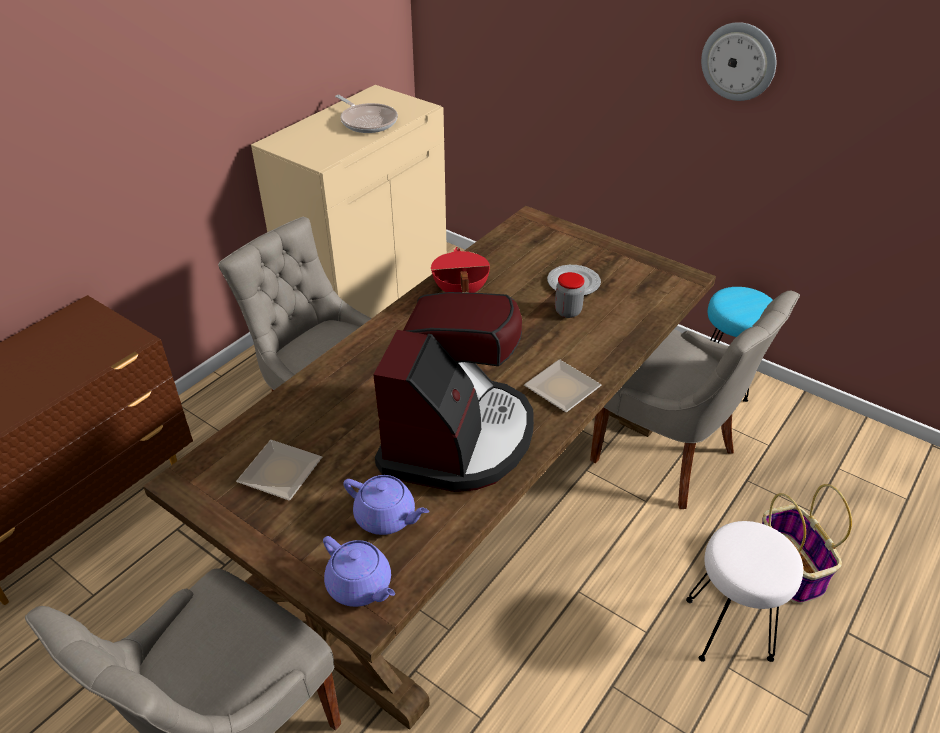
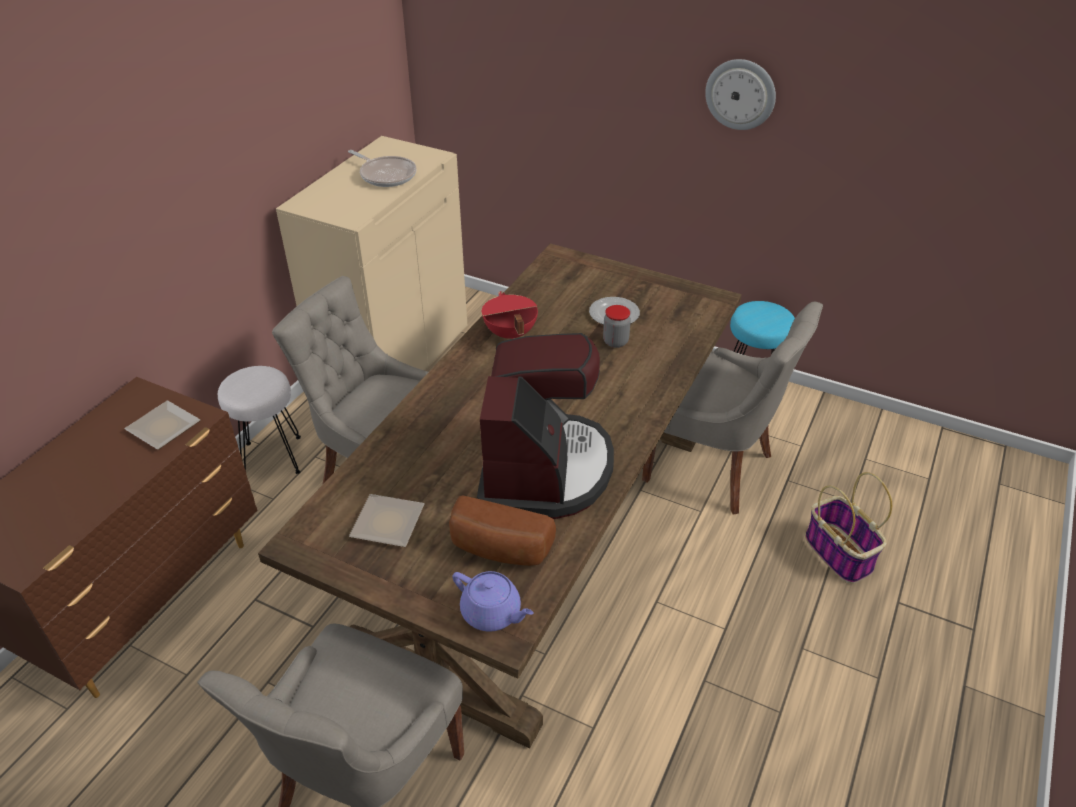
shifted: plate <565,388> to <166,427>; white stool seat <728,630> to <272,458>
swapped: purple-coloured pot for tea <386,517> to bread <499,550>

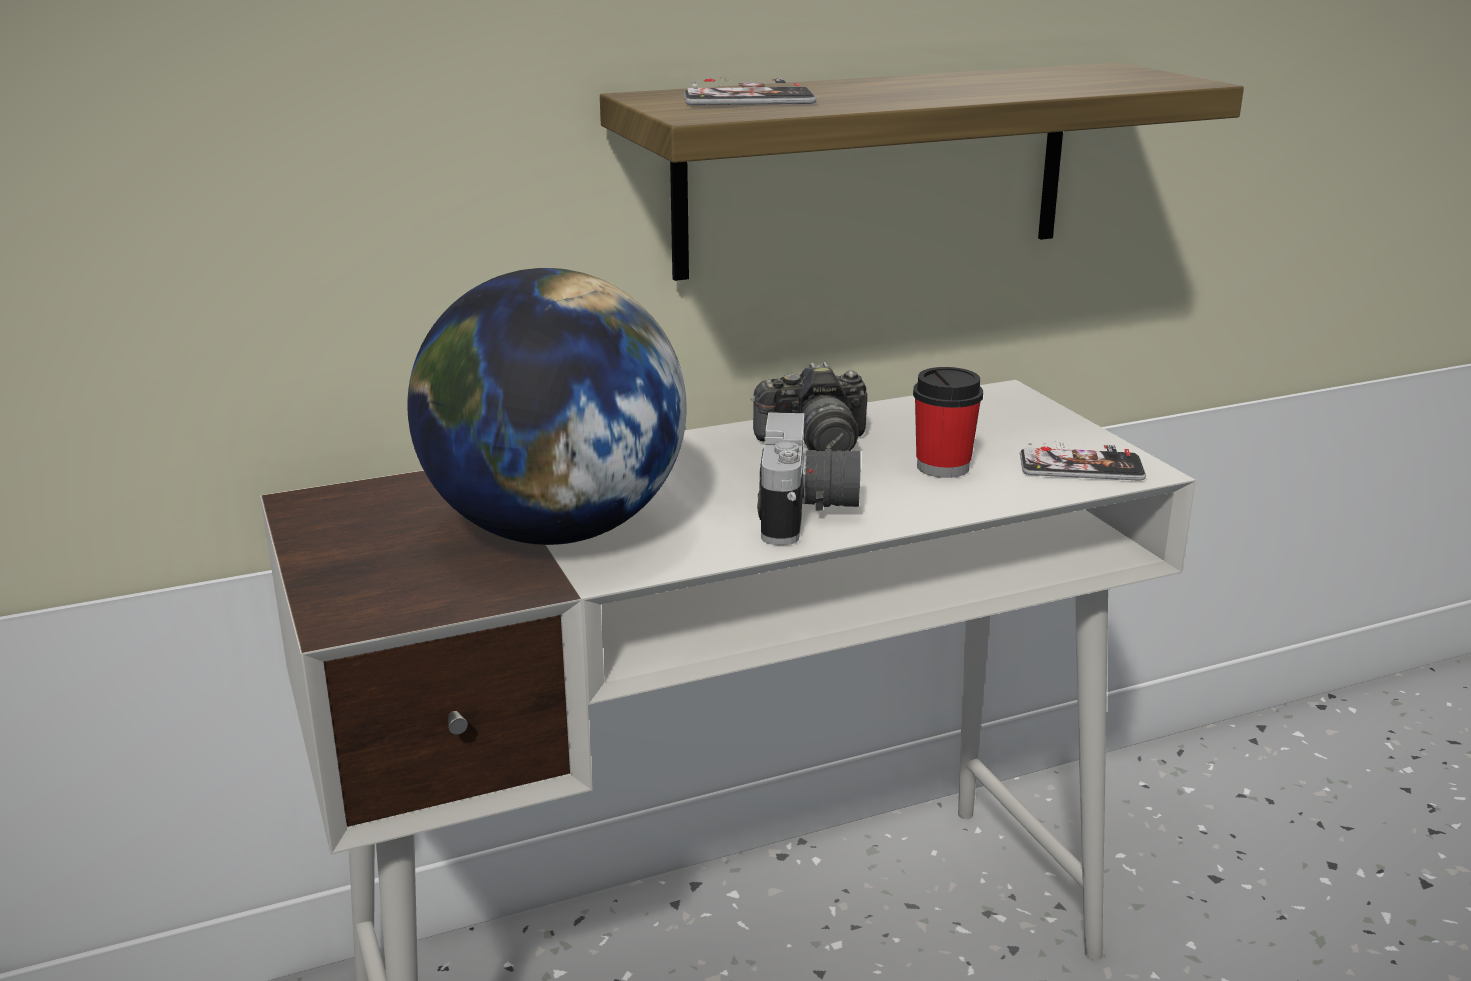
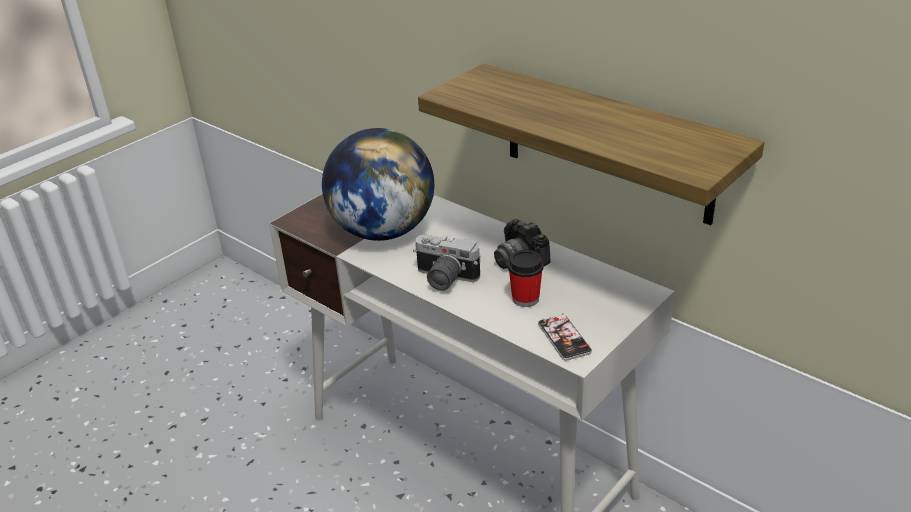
gone: handset <749,100>
rotated: still camera <808,514> = <443,279> 45 degrees clockwise

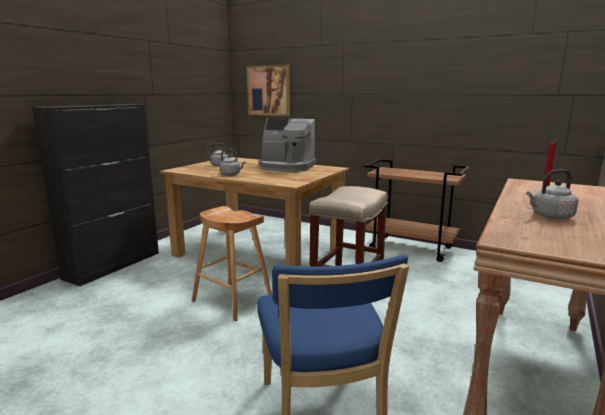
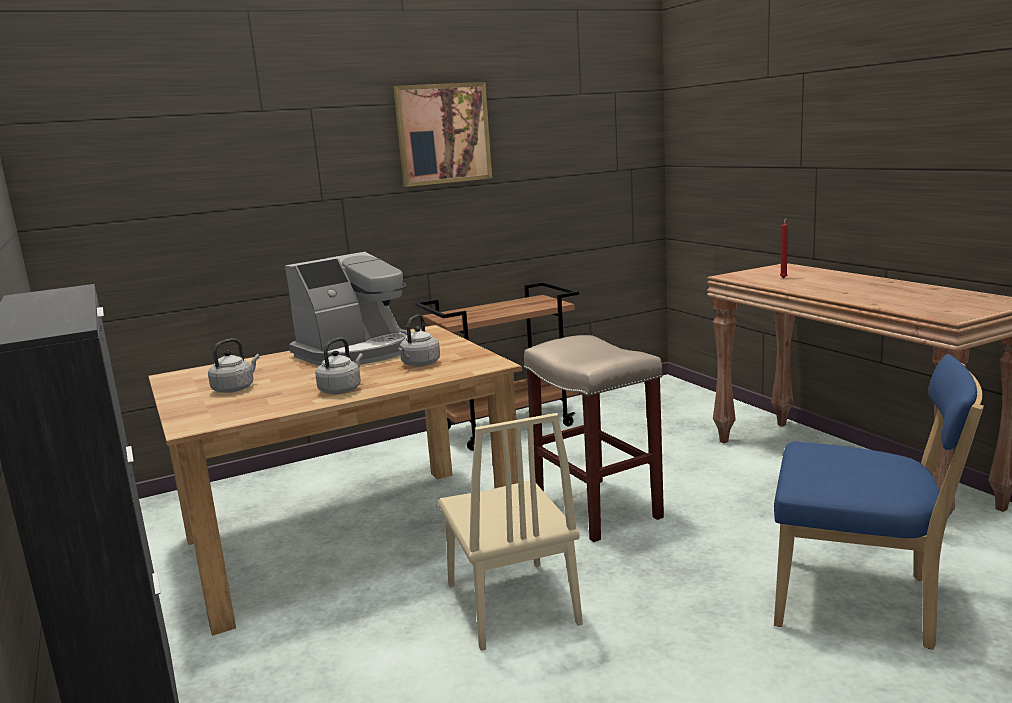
shifted: wall art <269,90> to <443,134>; greyish water kettle <550,216> to <419,364>
swapped: brown stool seat <233,301> to beige-coloured plain chair <511,603>

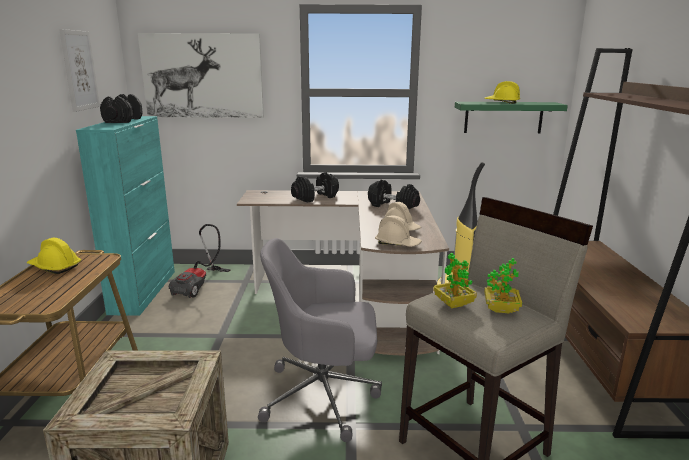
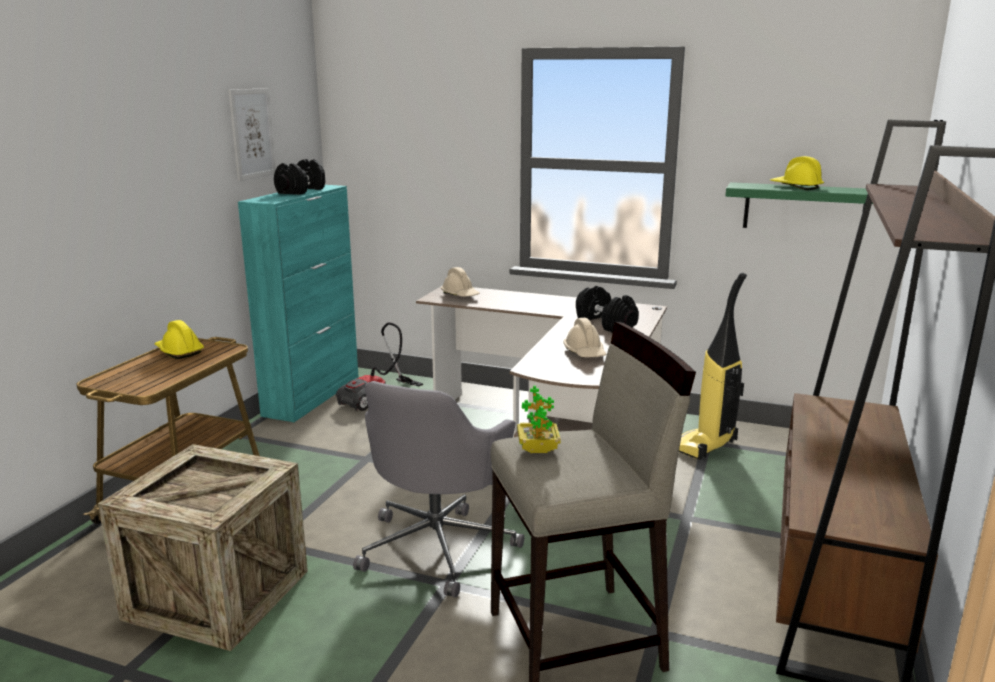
gone: wall art <203,76>; black dumbbell <315,197>; plant in a pot <501,309>
shifted: beige-coloured safety helmet <397,244> to <460,295>
rotated: greyish desk chair <324,396> = <438,546> 90 degrees counterclockwise

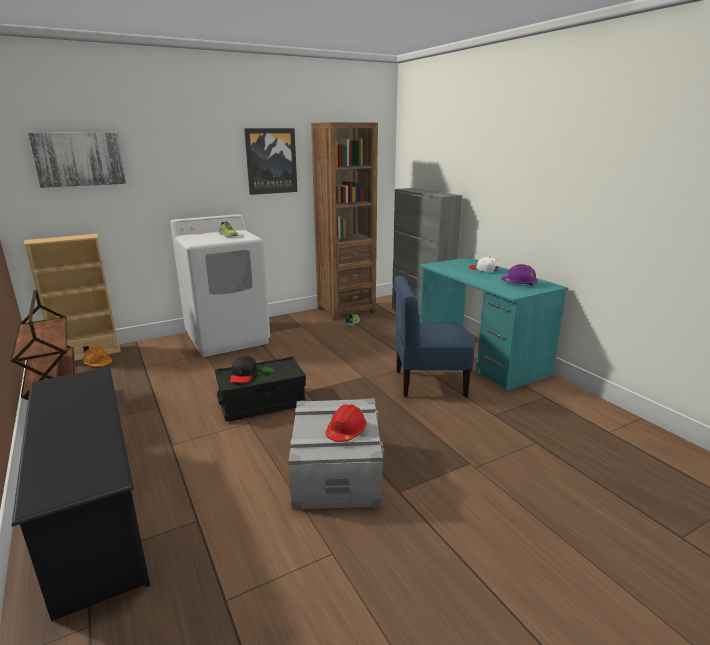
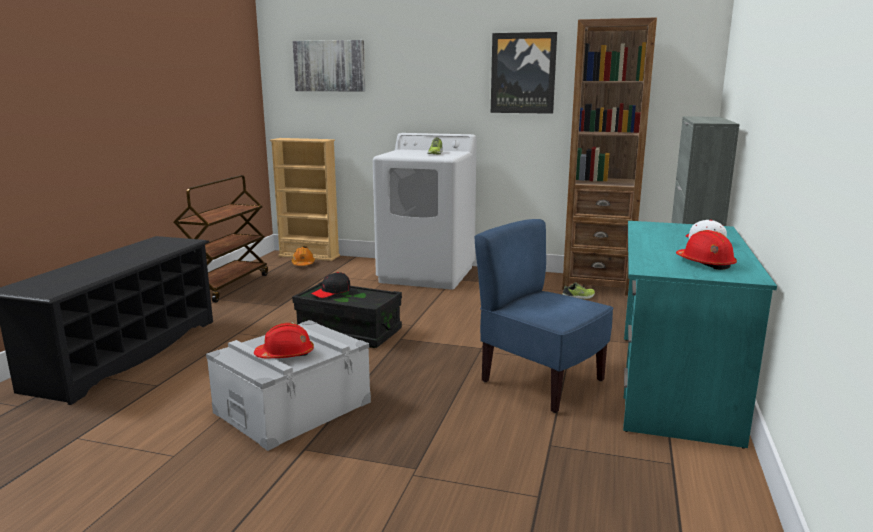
repainted: purple-coloured safety helmet <519,283> to red safety helmet <705,263>

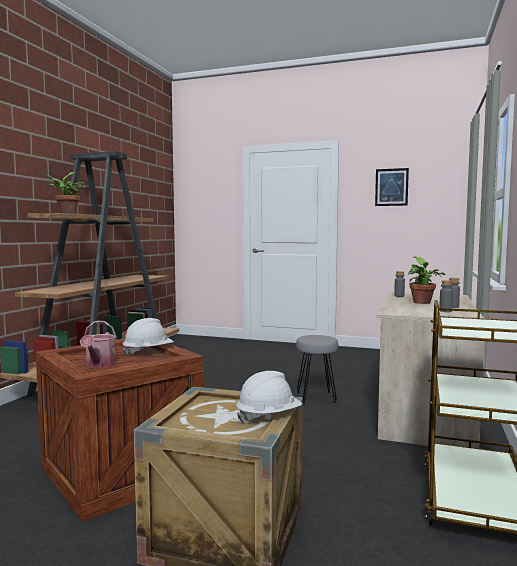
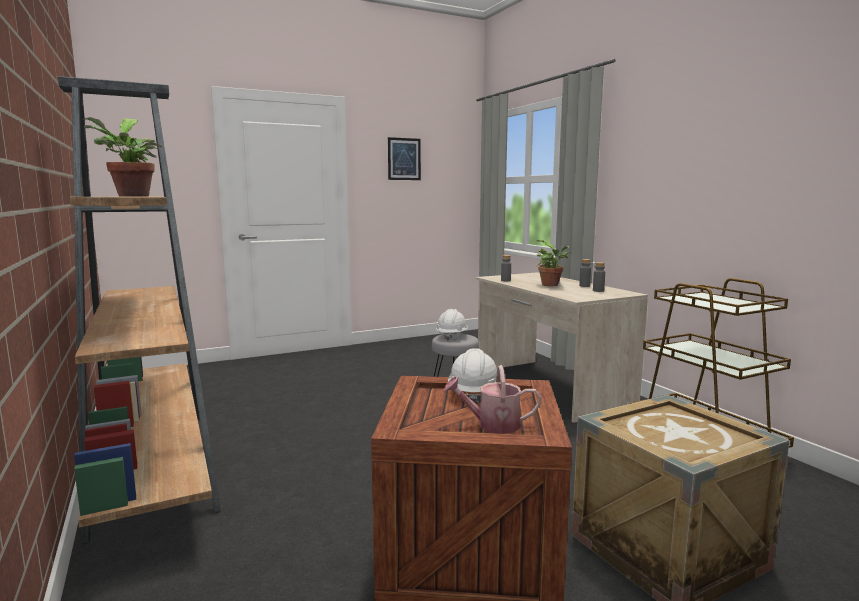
shifted: white safety helmet <268,416> to <451,336>
rotated: watering can <99,364> = <492,425> 135 degrees clockwise

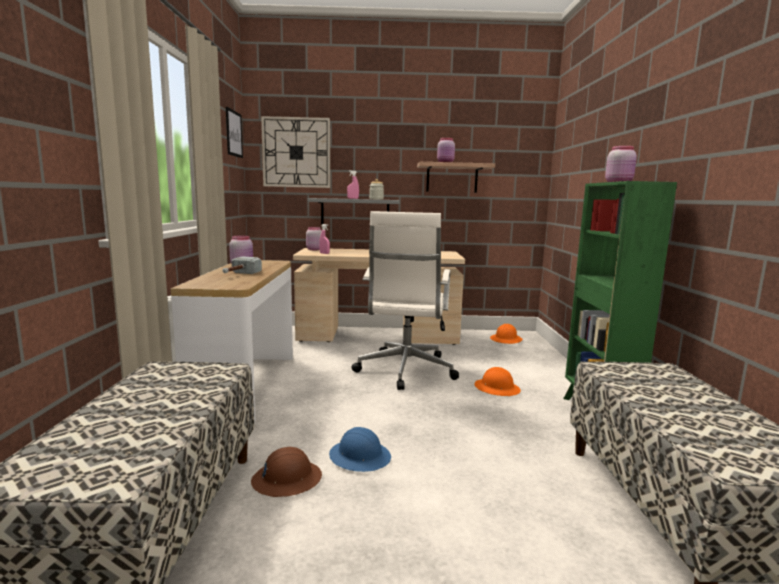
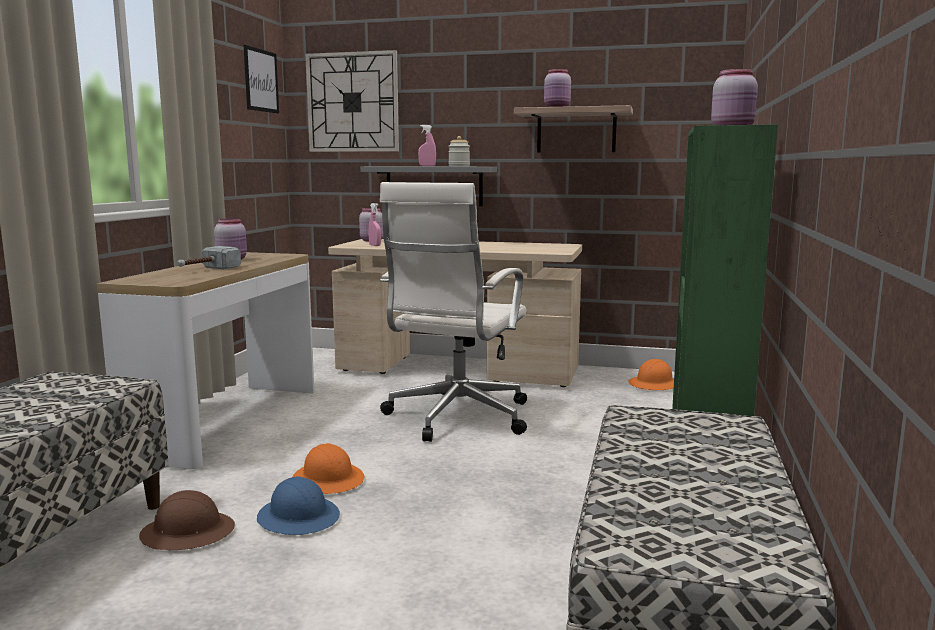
shifted: orange-coloured safety helmet <497,388> to <328,480>

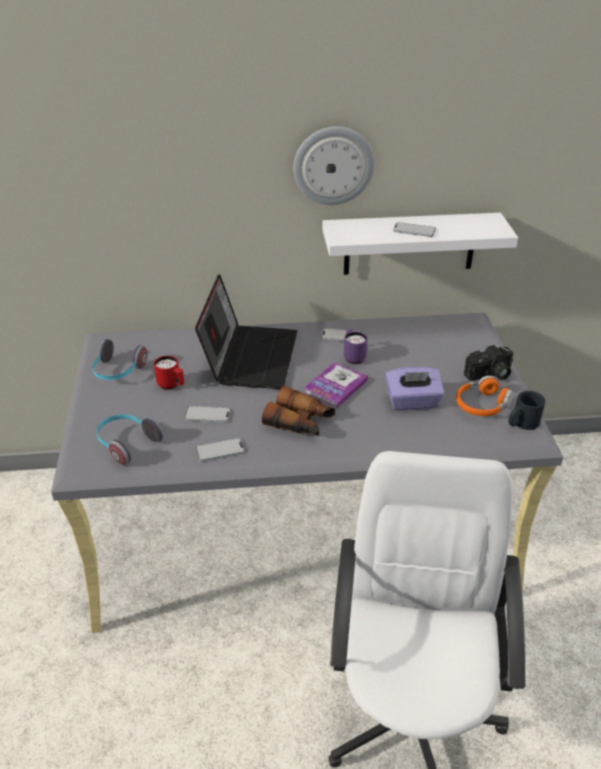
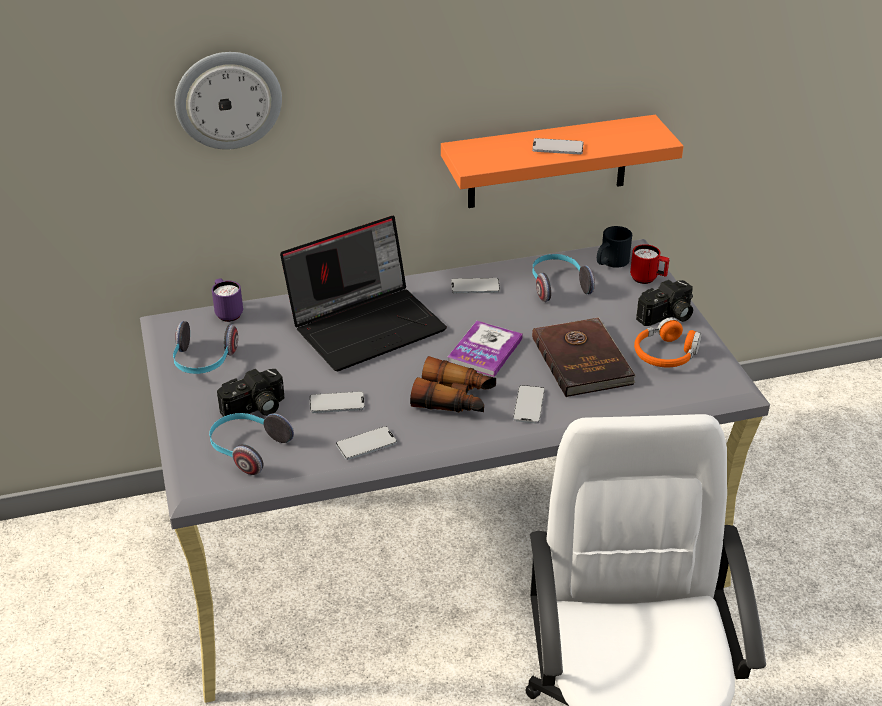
new: still camera <255,409>; handset <529,405>; pair of headphones <558,286>
shifted: clock on the wall <333,165> to <228,99>; purple-coloured coffee mug <353,357> to <227,313>; black coffee mug <521,423> to <610,262>; red coffee mug <171,385> to <648,279>
swapped: purple-coloured tissue box <412,402> to brown book <583,360>
repainted: white shelf <409,244> to orange-coloured shelf <548,162>
rotated: laptop <250,356> = <367,324> 60 degrees clockwise

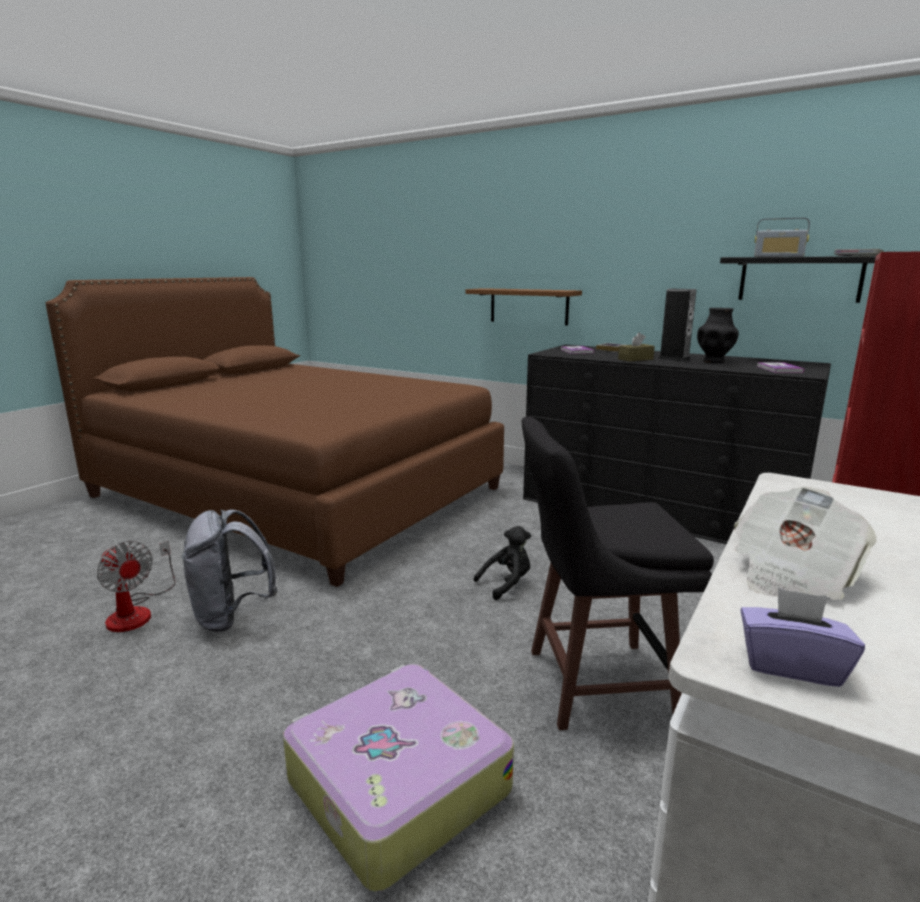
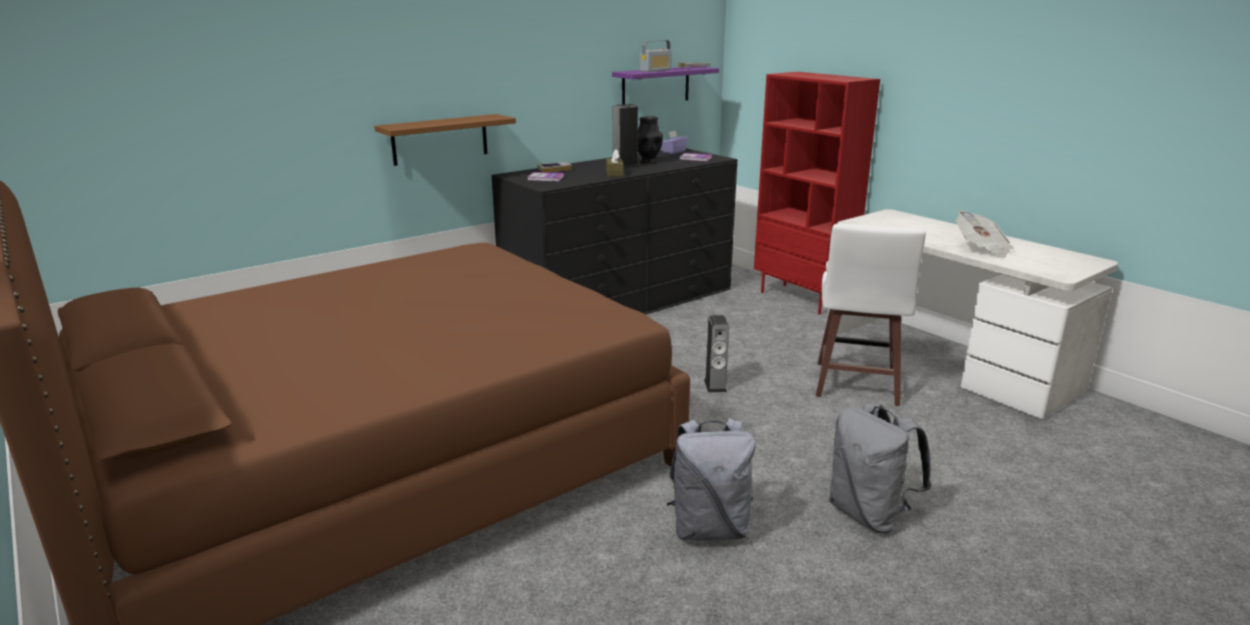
gone: cooling fan <137,611>; travel case <396,784>
new: greyish knapsack <869,514>
shifted: purple-coloured tissue box <790,665> to <673,152>
swapped: black cuddly toy <507,584> to loudspeaker <715,385>
repainted: black shelf <799,279> to purple-coloured shelf <656,86>; black stool seat <595,683> to white stool seat <855,385>

